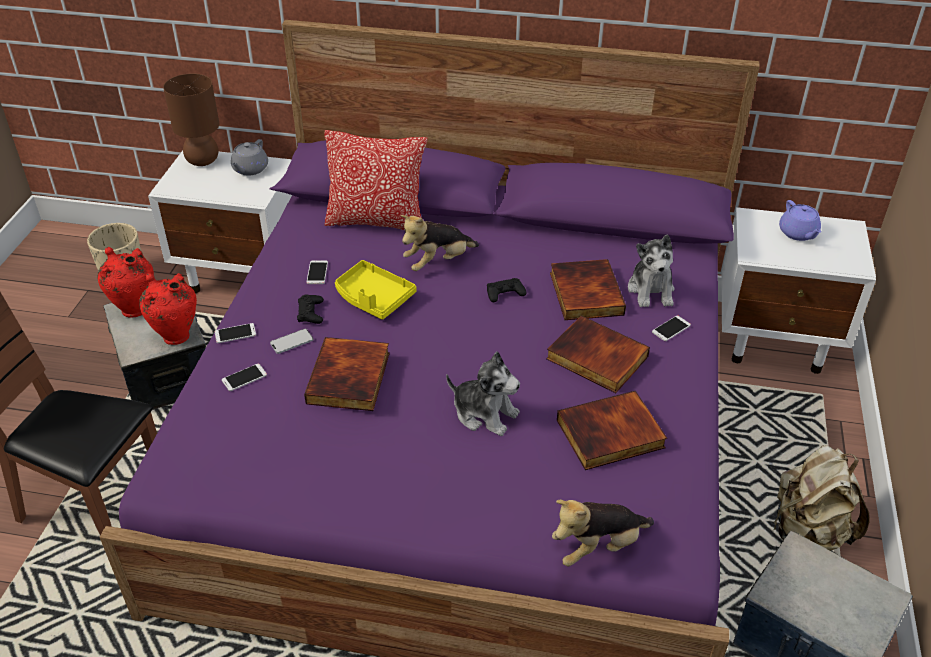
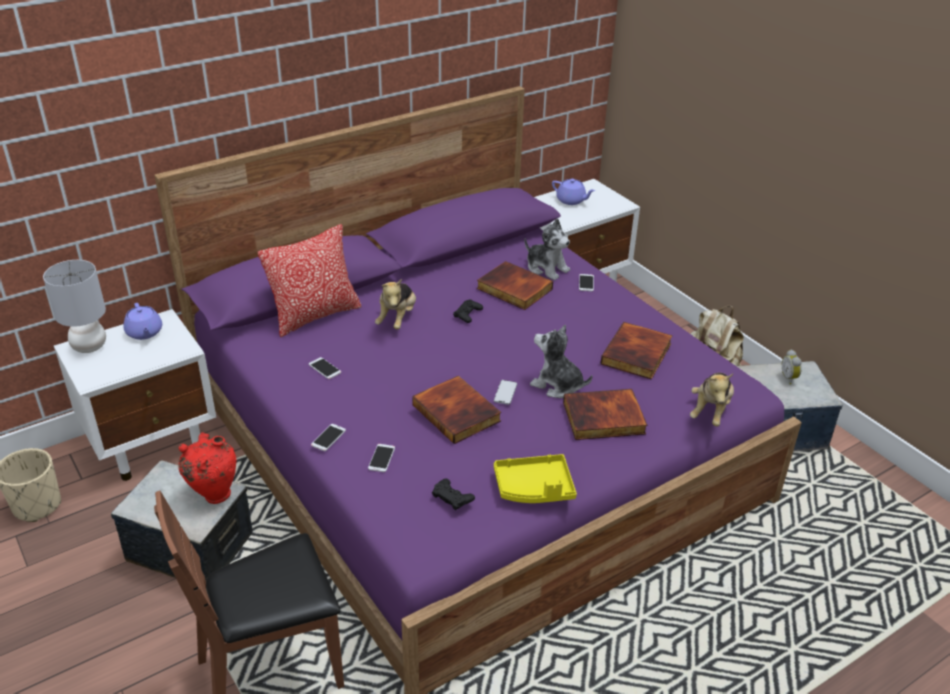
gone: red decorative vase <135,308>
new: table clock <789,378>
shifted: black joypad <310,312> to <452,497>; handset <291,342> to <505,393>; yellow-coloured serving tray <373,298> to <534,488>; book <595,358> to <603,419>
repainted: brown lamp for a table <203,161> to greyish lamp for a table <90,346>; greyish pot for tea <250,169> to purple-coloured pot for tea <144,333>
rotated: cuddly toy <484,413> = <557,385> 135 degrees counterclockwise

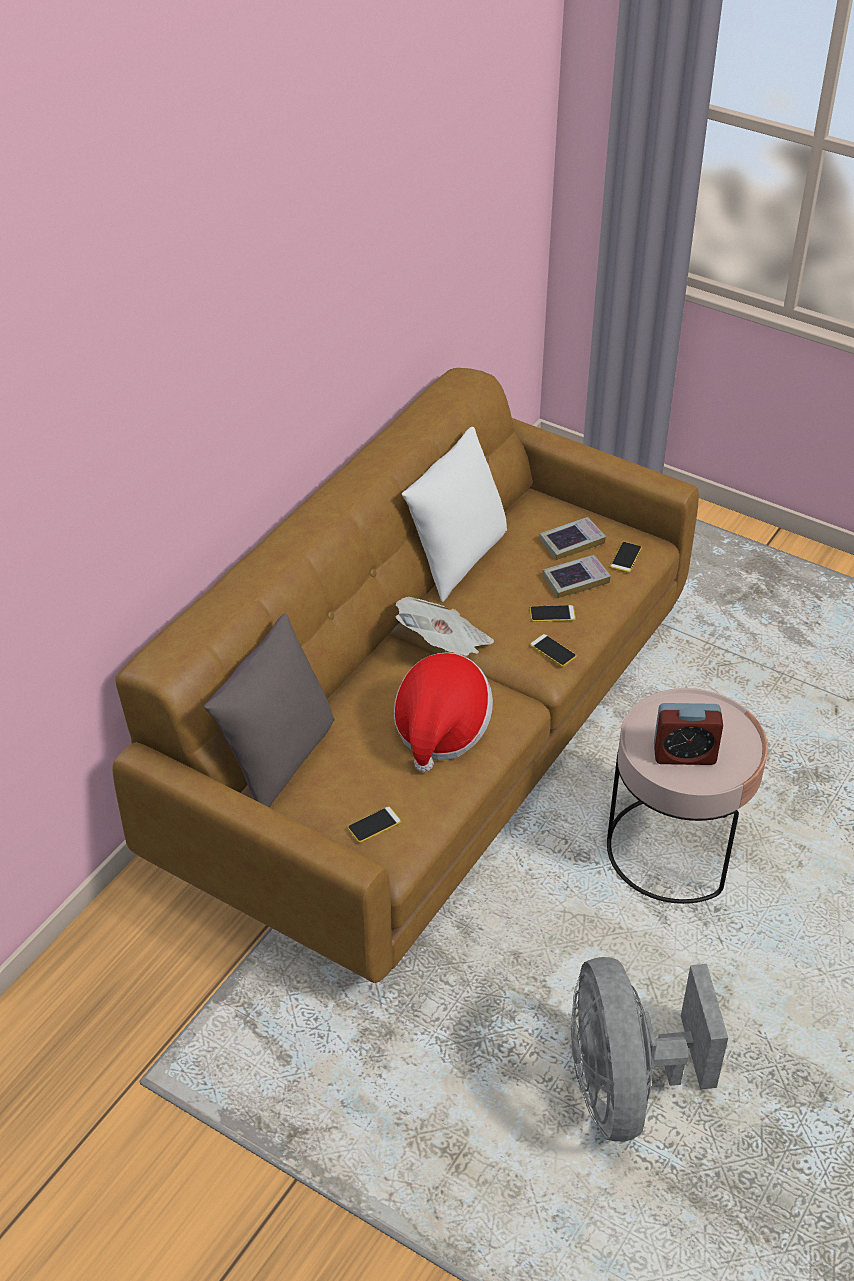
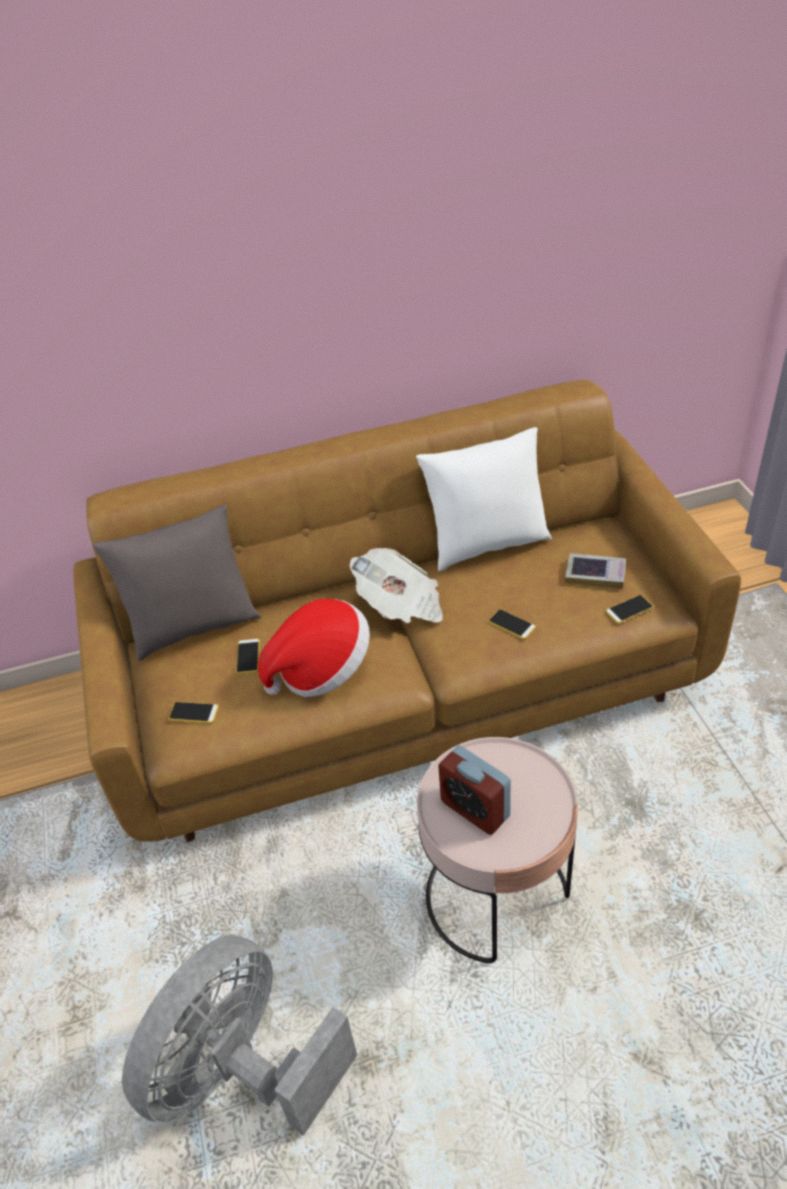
gone: book <575,580>
shifted: handset <553,651> to <248,656>

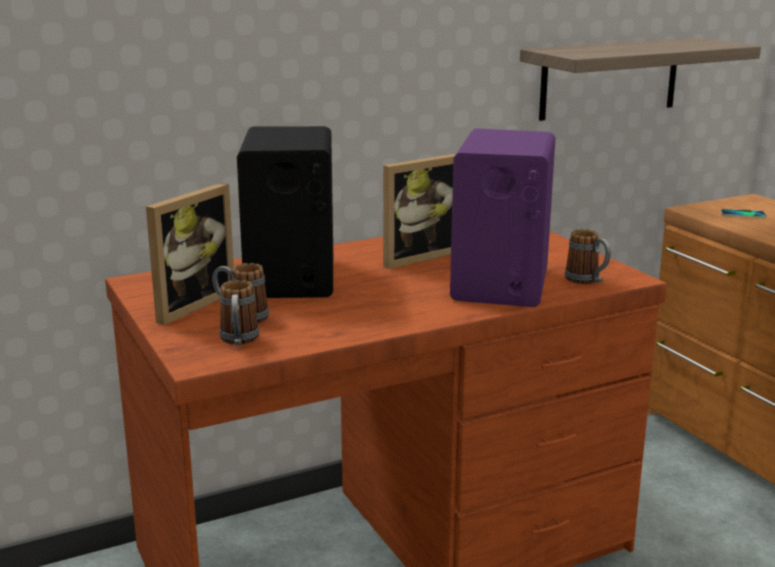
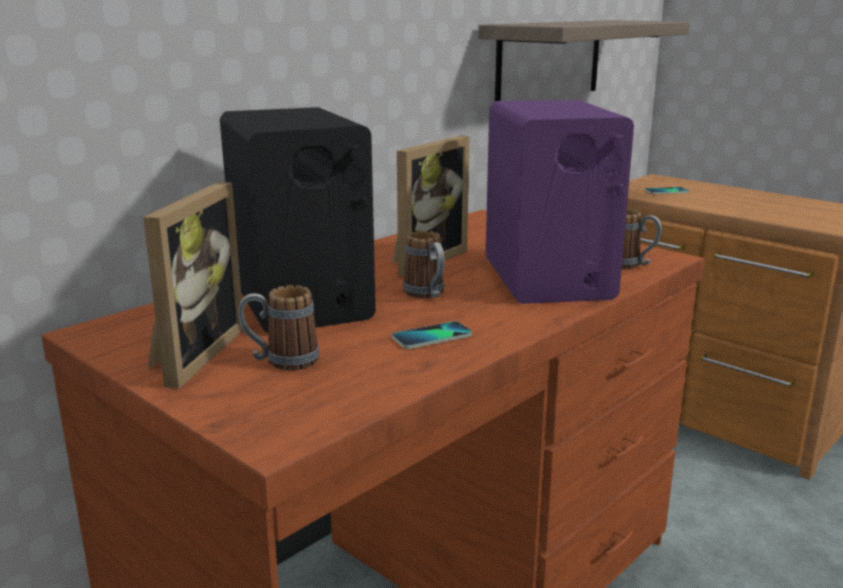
new: handset <432,337>
shifted: coffee mug <239,341> to <427,295>

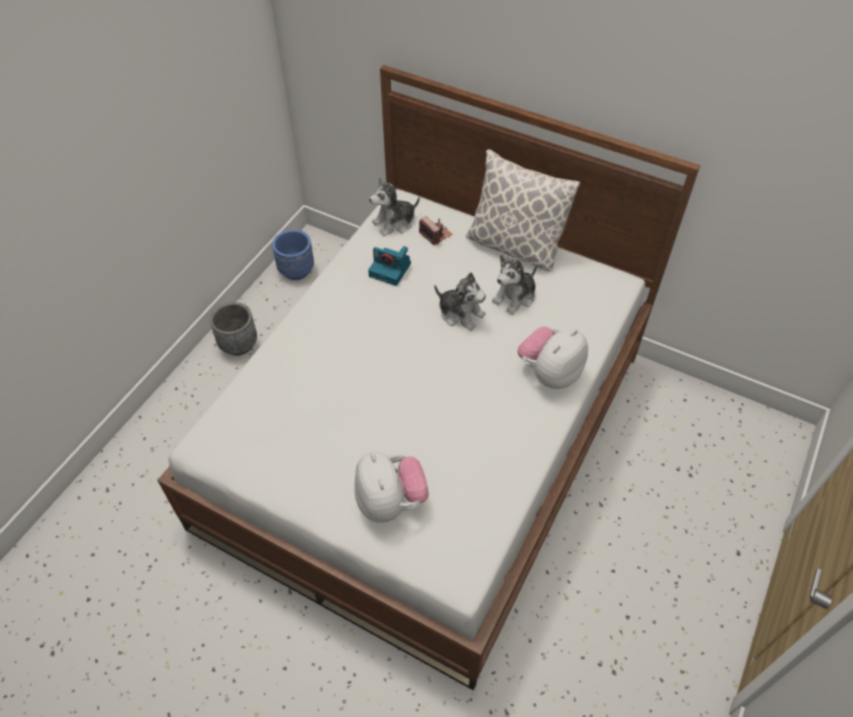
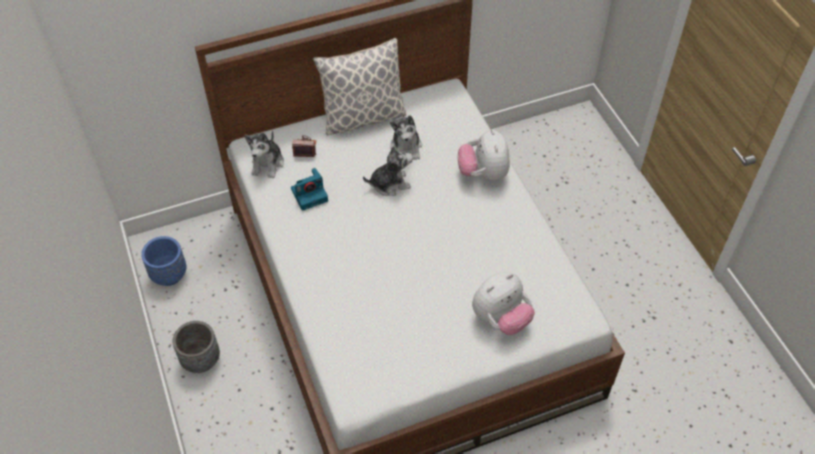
rotated: cuddly toy <390,501> = <500,318> 120 degrees clockwise

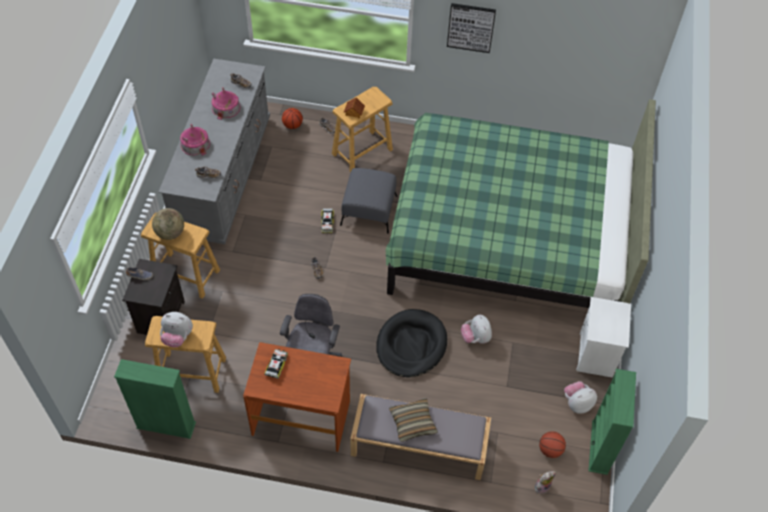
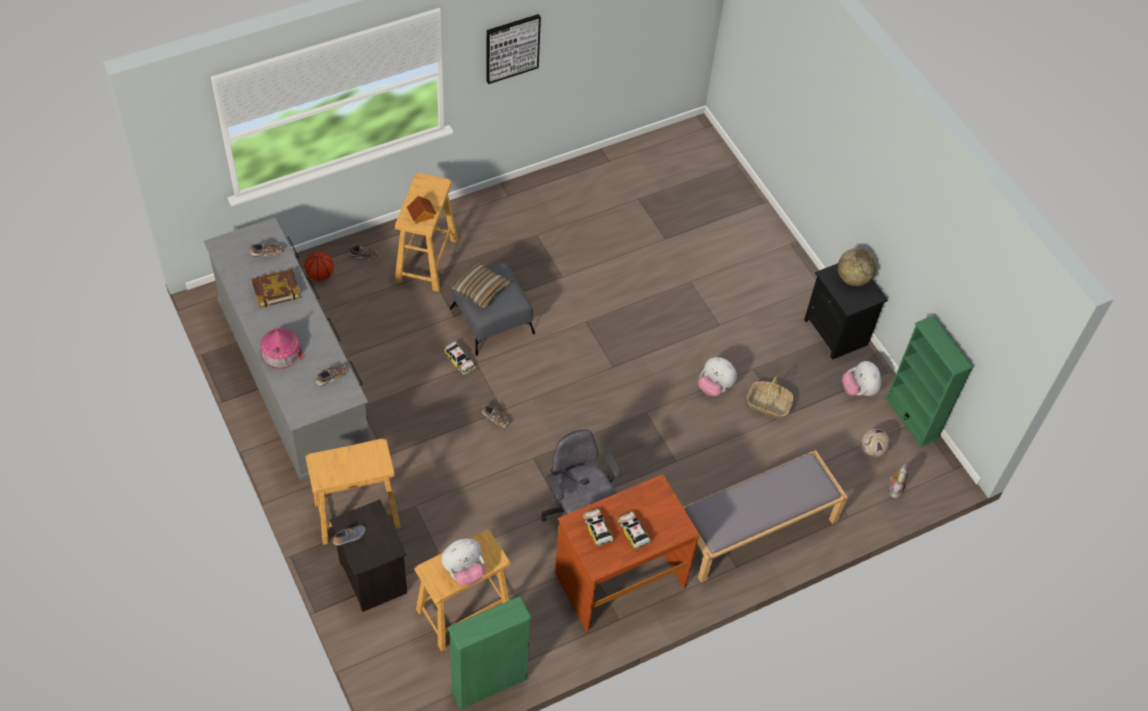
gone: black pet bed <411,345>; green bedroom bed <510,234>
new: model car <633,532>; basket <768,404>
shifted: throw pillow <413,423> to <480,289>; globe <170,233> to <853,278>
swapped: model house <226,107> to book <276,290>; basketball <550,449> to football <873,450>
repainted: white night table <596,355> to black night table <837,332>
rotated: cuddly toy <577,403> = <859,390> 45 degrees counterclockwise

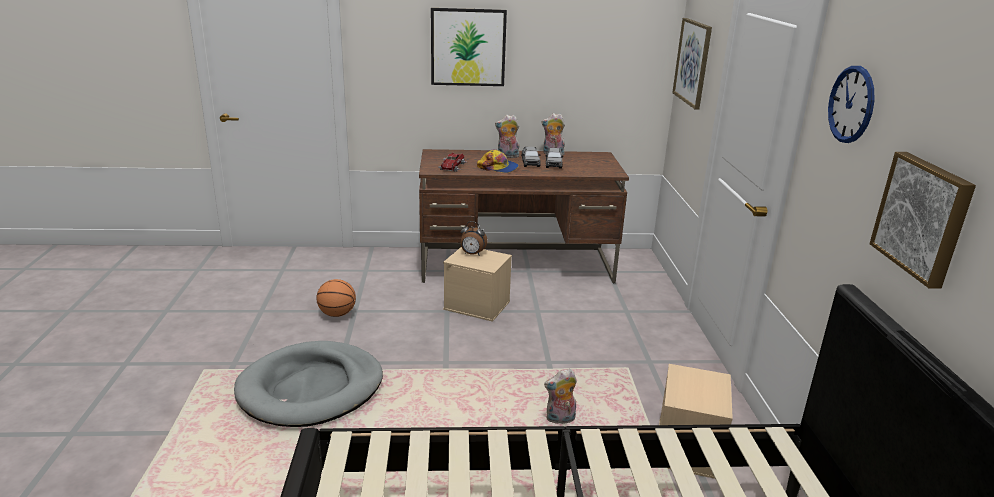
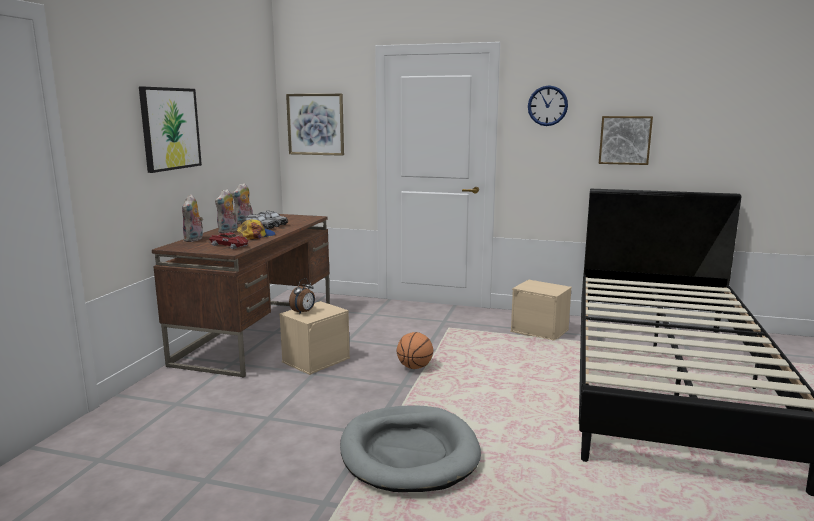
shifted: cuddly toy <560,420> to <194,240>; basketball <337,314> to <414,367>

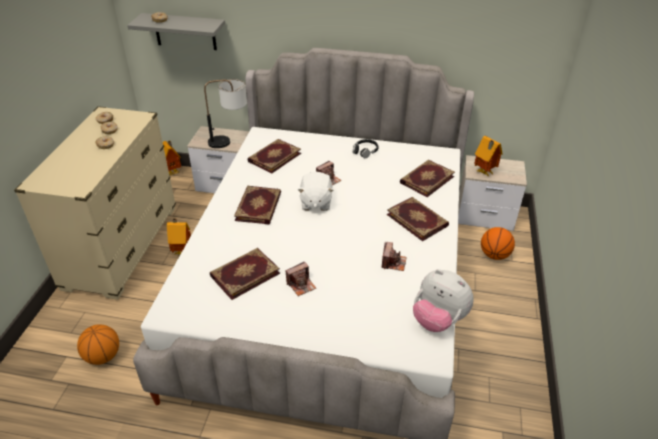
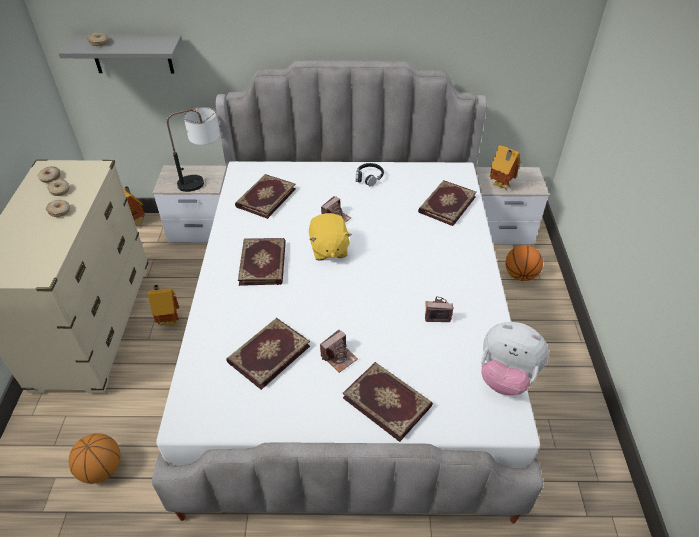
shifted: book <417,220> to <387,401>
repainted: white cuddly toy <315,202> to yellow-coloured cuddly toy <328,249>
rotated: still camera <393,262> = <437,313> 90 degrees counterclockwise

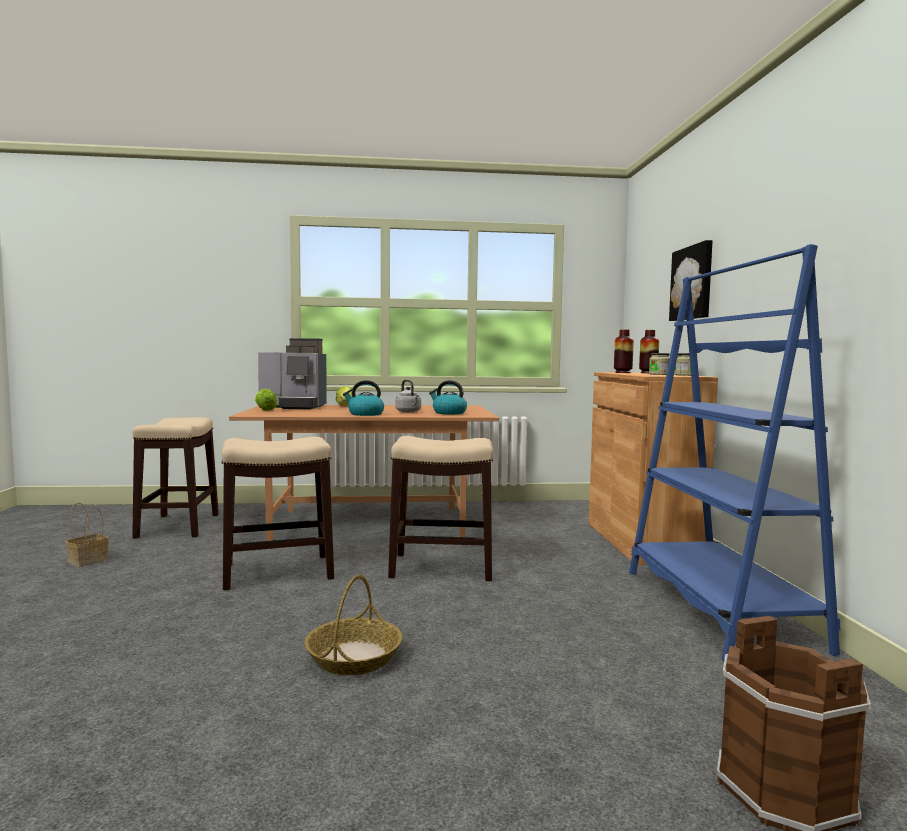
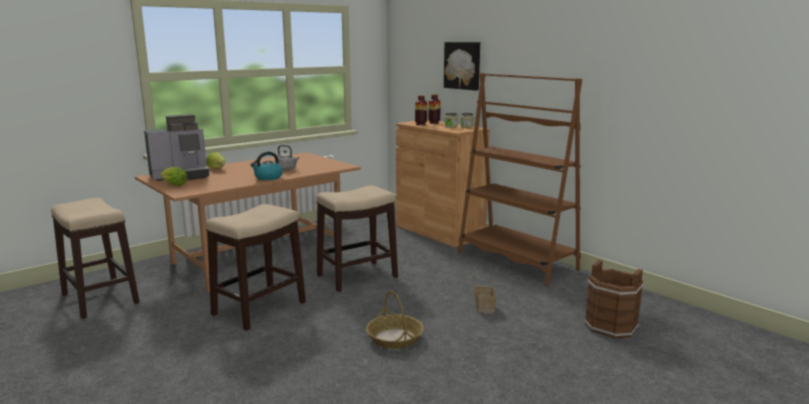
gone: water kettle <448,413>
shifted: basket <89,560> to <483,307>
repainted: bluish bookcase <717,608> to brown bookcase <516,261>

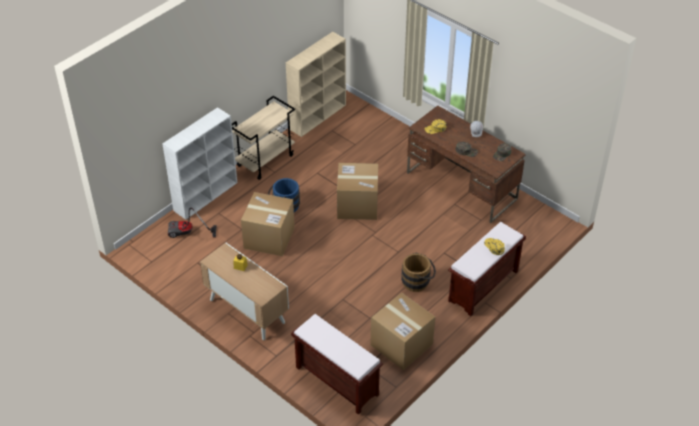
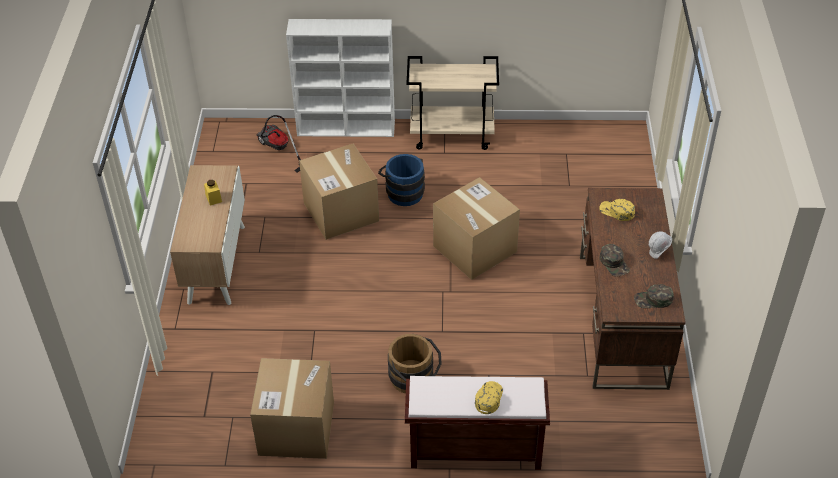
gone: beige-coloured bookcase <318,116>; brown long seat <336,381>

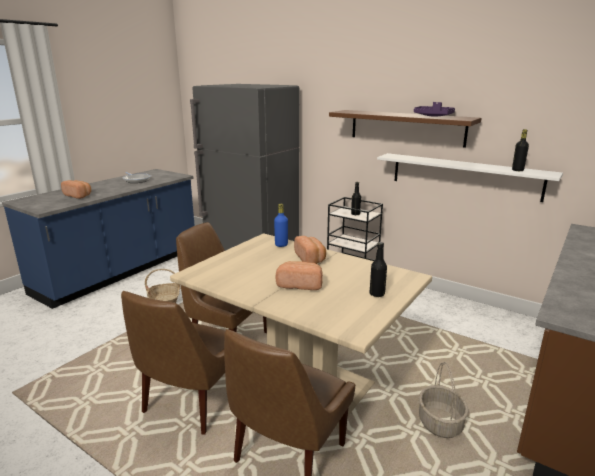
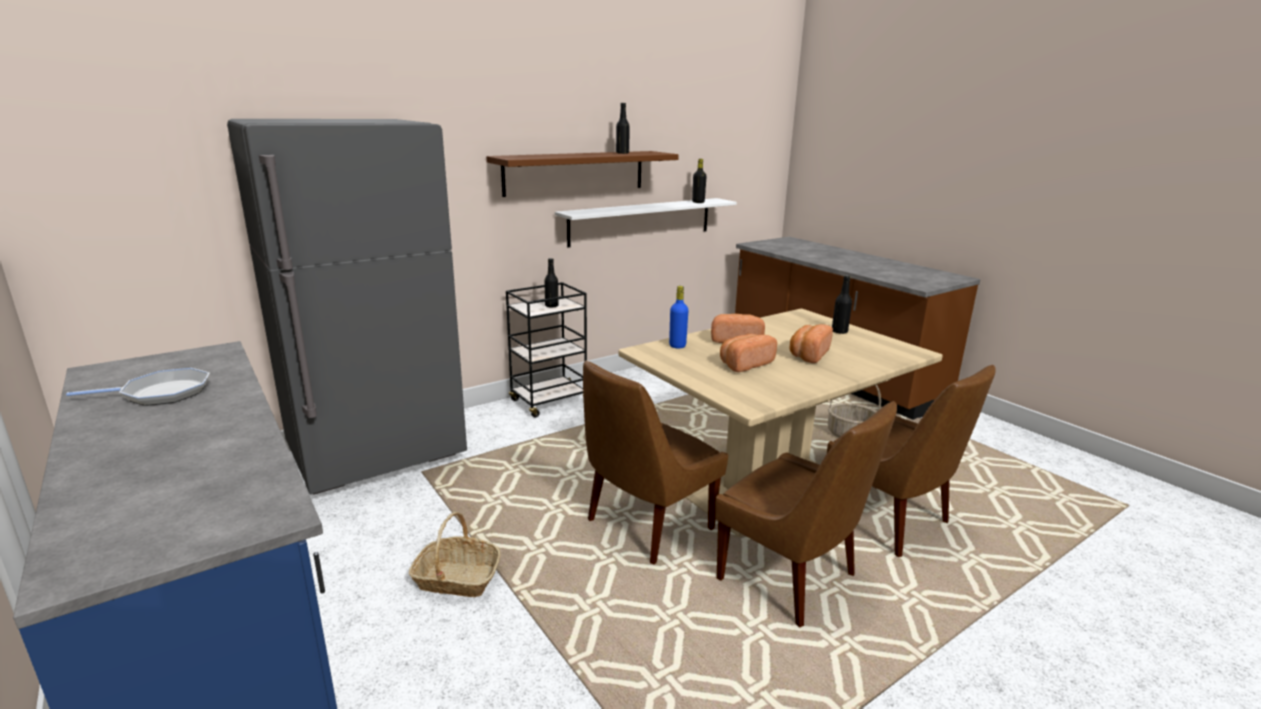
shifted: bread <78,195> to <744,364>
swapped: purple-coloured serving tray <433,116> to black beverage bottle <622,153>

